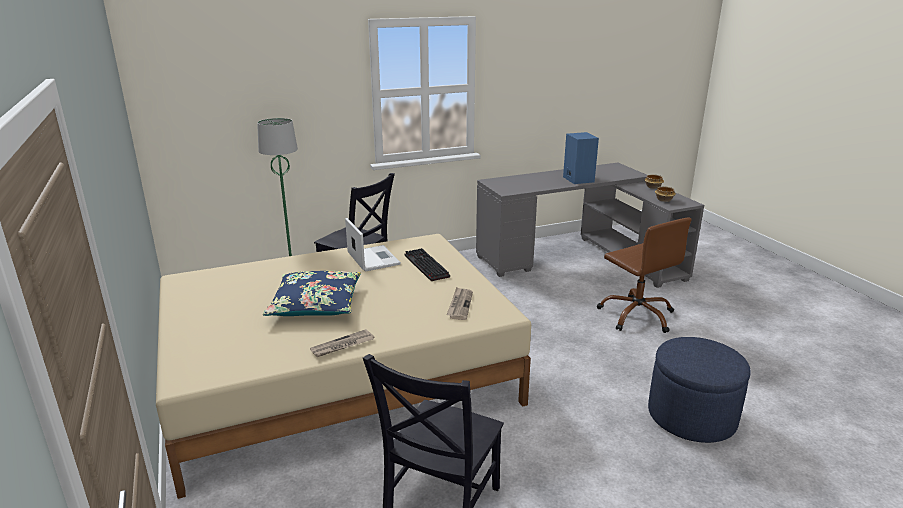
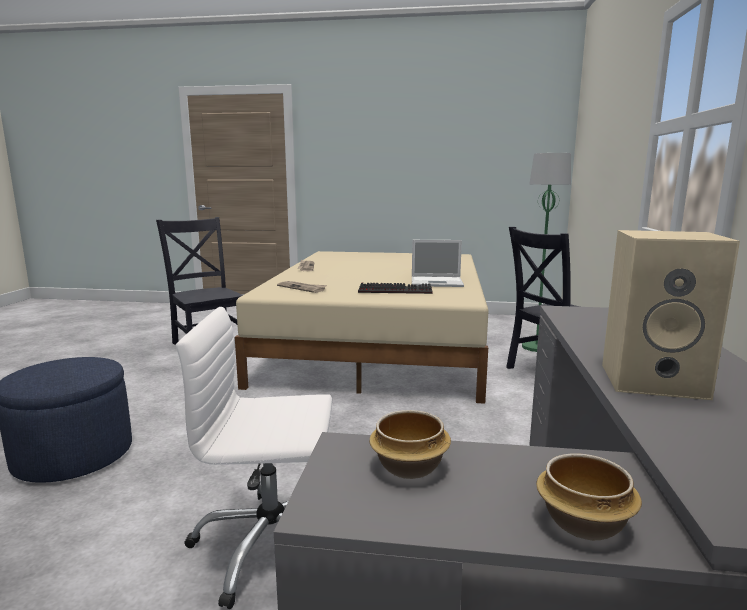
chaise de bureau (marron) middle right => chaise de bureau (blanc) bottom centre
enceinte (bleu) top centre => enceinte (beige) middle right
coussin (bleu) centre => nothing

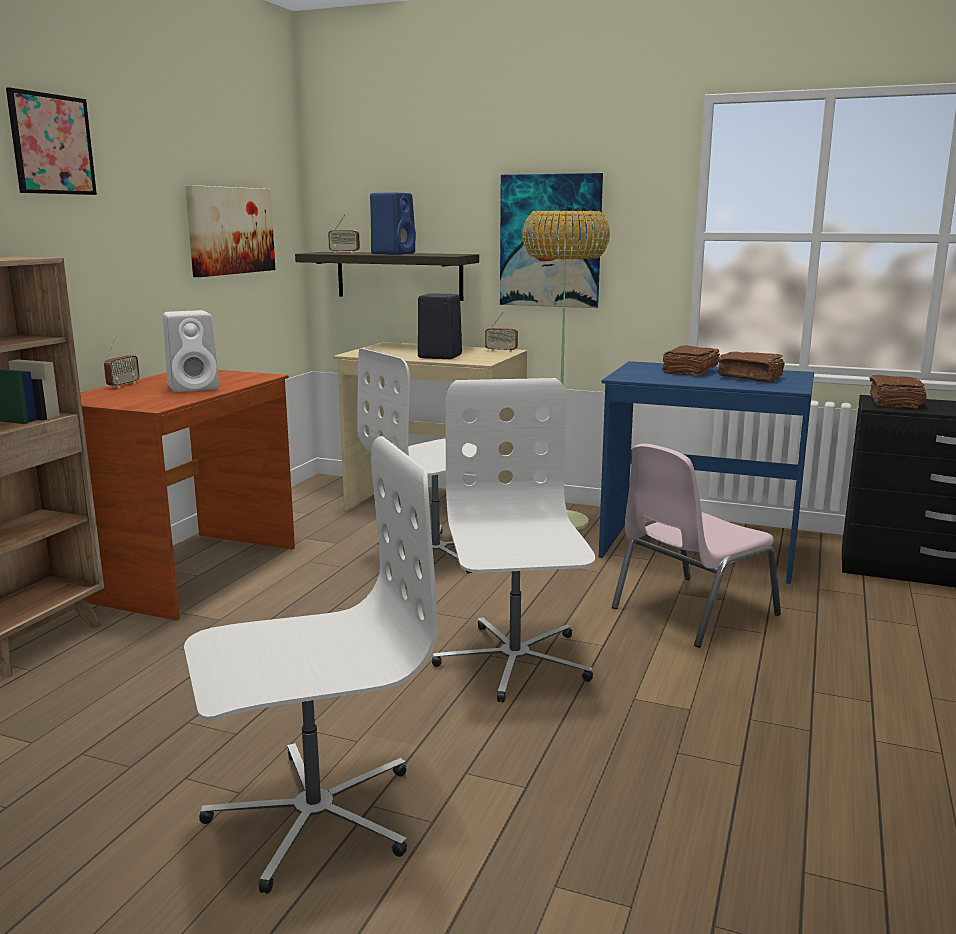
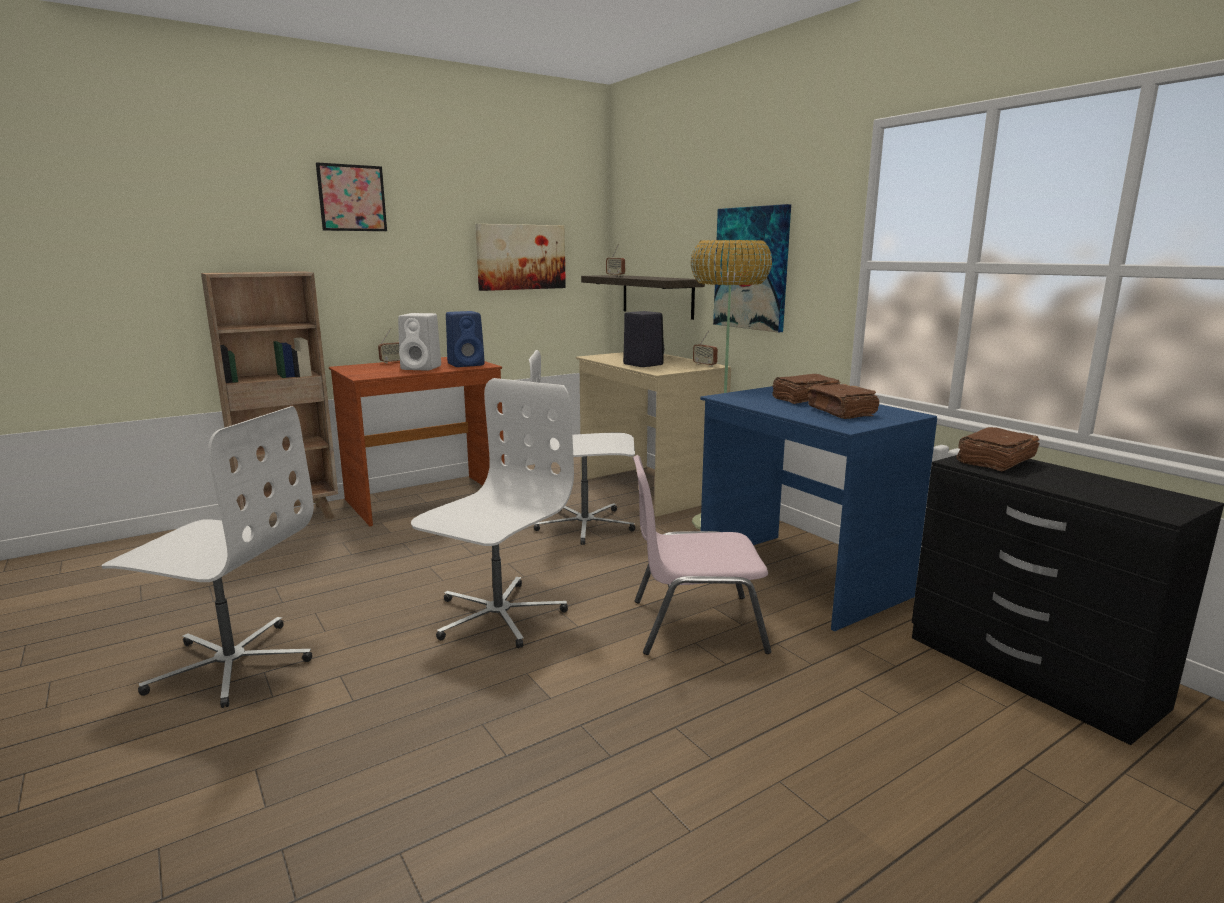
enceinte (bleu) top centre => enceinte (bleu) centre, shifted

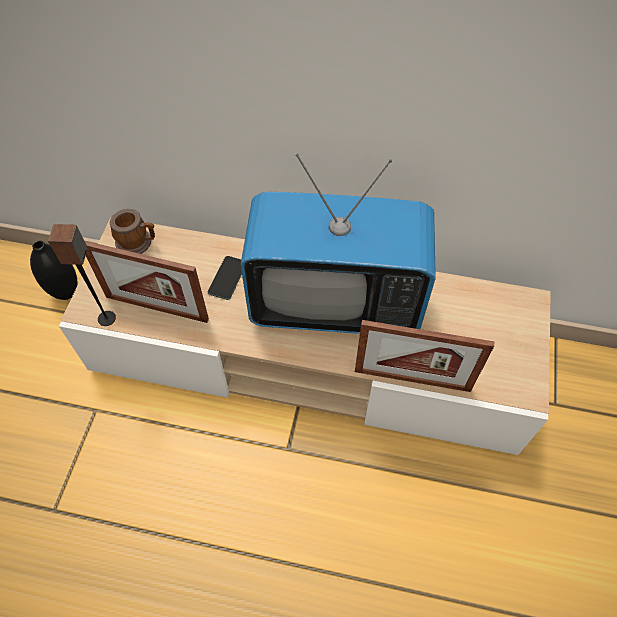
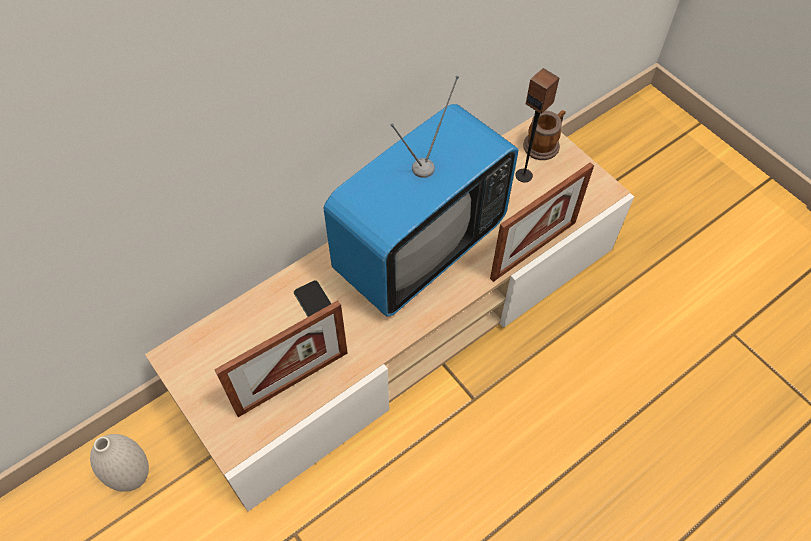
vase (noir) middle left => vase (blanc) bottom left
enceinte middle left => enceinte top centre, shifted
mug middle left => mug top right, shifted

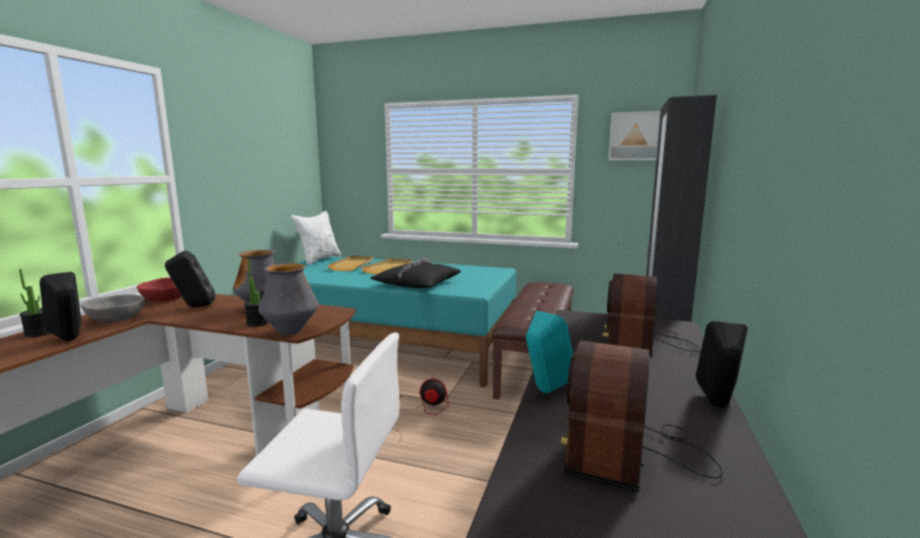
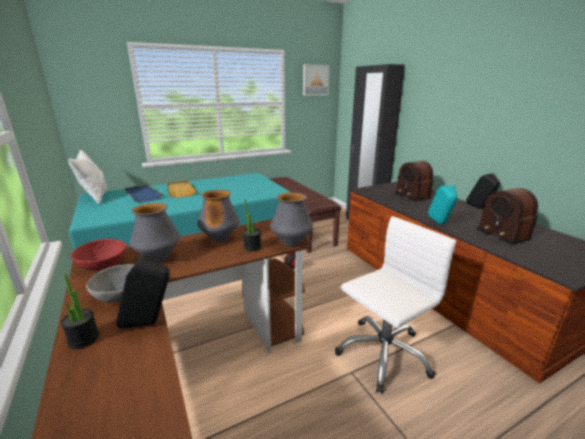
plateau (beige) (no. 1 from left) centre => plateau (bleu) middle left
enceinte (noir) (no. 2 from left) middle left => vase (no. 1 from left) middle left
coussin (noir) centre => nothing

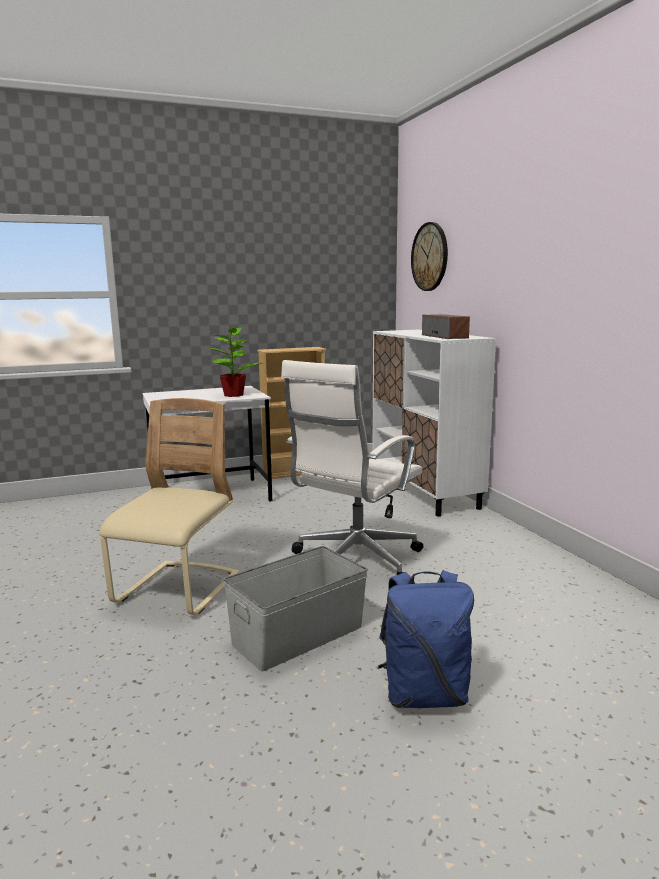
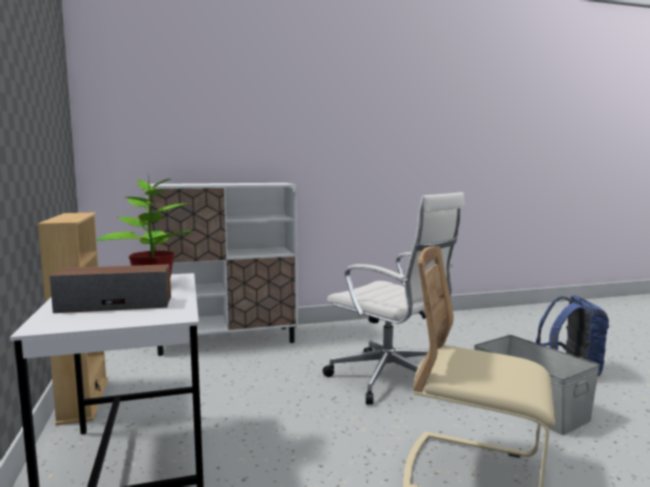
enceinte middle right => enceinte middle left, shifted
horloge murale top centre => nothing

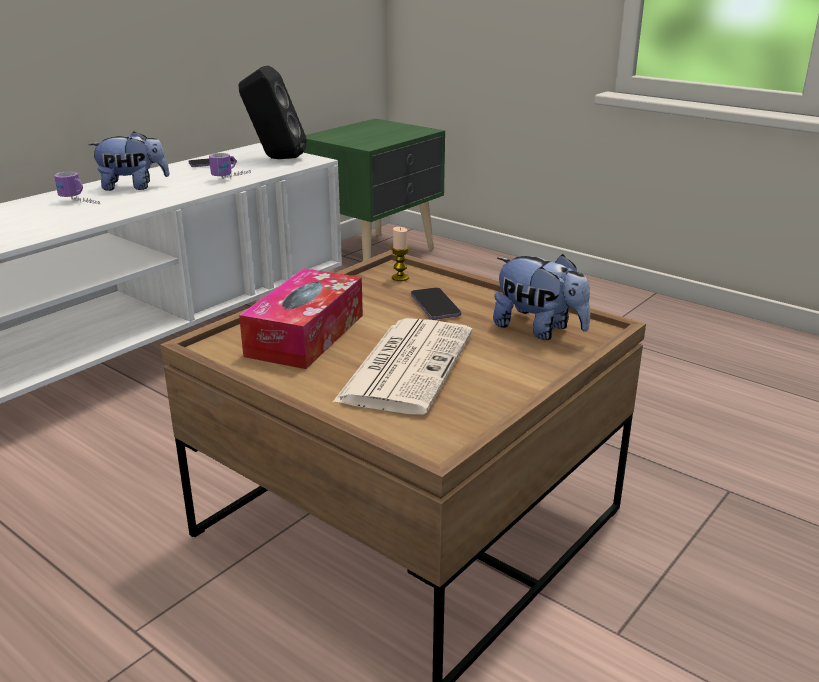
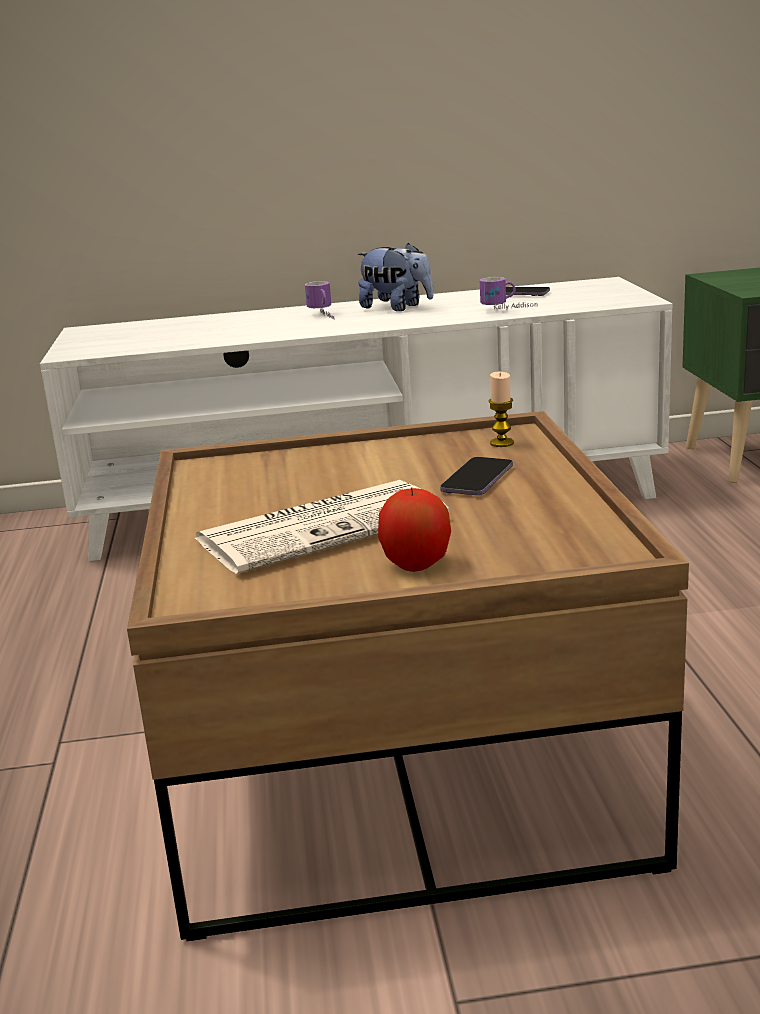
nothing => pomme centre
enceinte (noir) top left => nothing
boîte à mouchoirs centre => nothing
peluche (no. 2 from left) centre => nothing

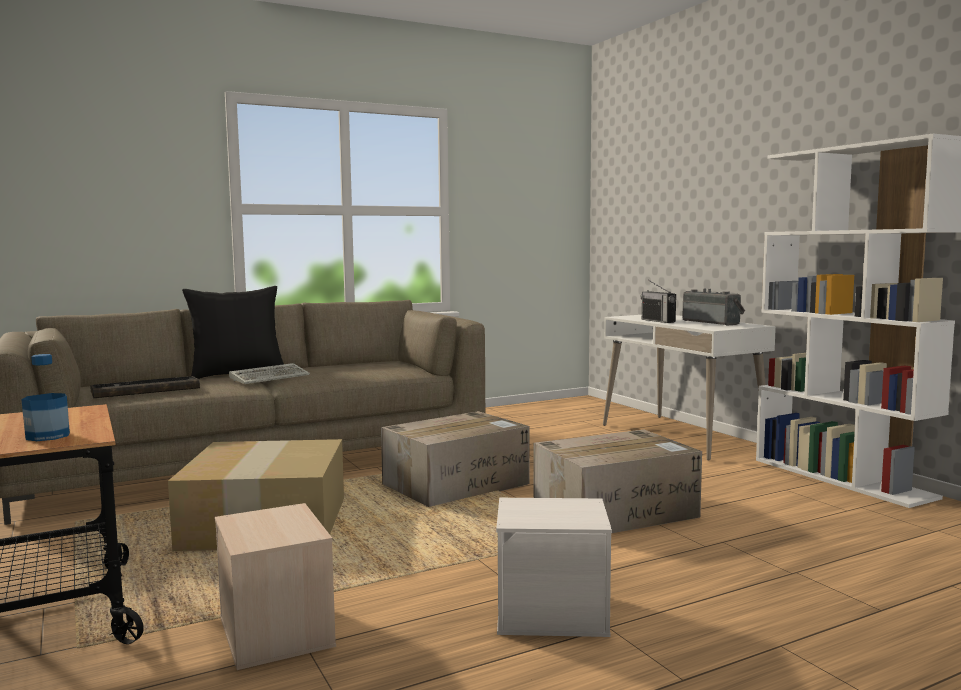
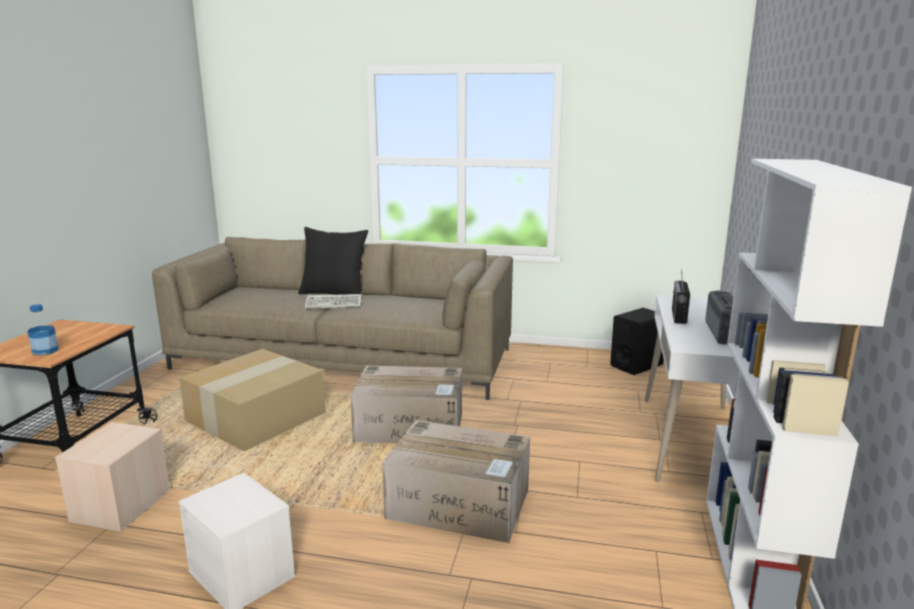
nothing => enceinte (noir) middle right
clavier (no. 1 from left) middle left => nothing

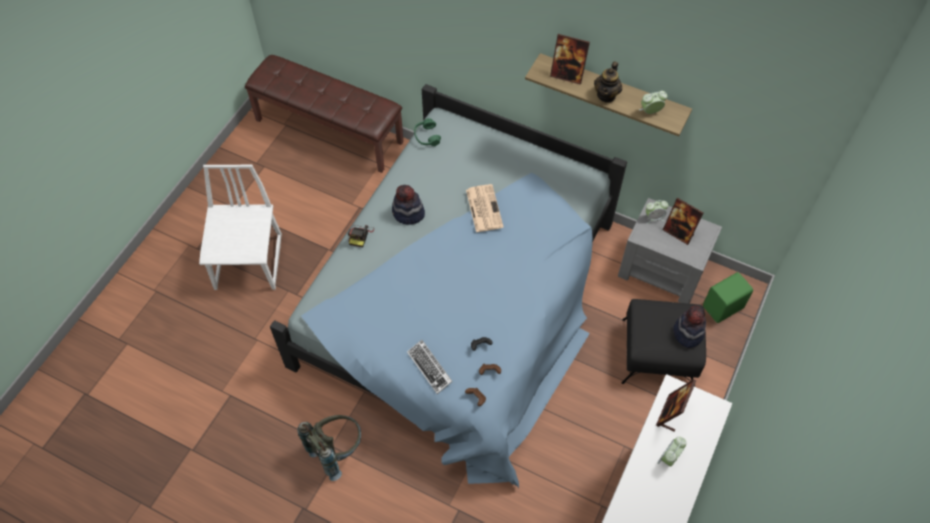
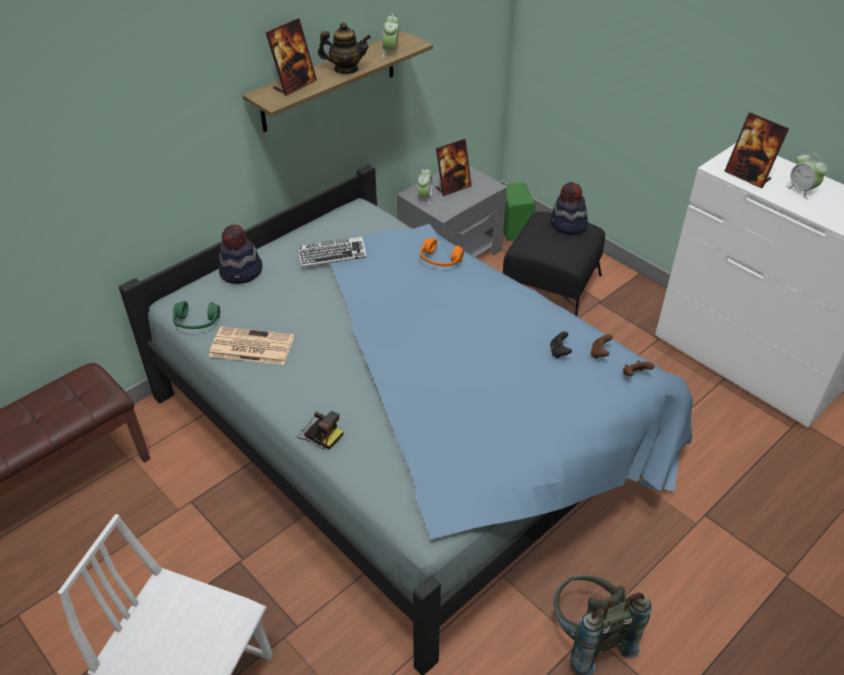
journal centre => journal middle left, shifted
chapeau (no. 1 from left) centre => chapeau (no. 1 from left) middle left, shifted
clavier bottom centre => clavier centre, shifted
théière top centre, 45 degrees counterclockwise
nothing => casque audio (orange) centre

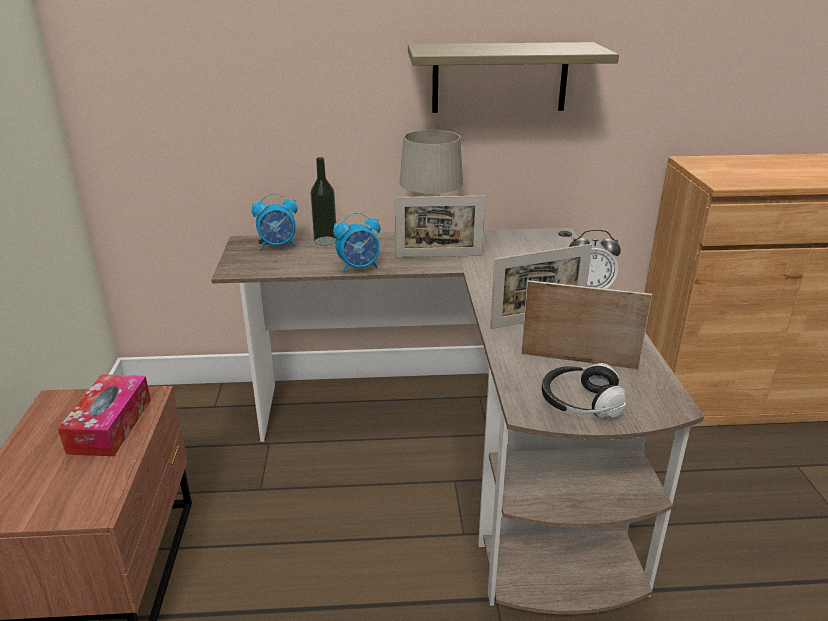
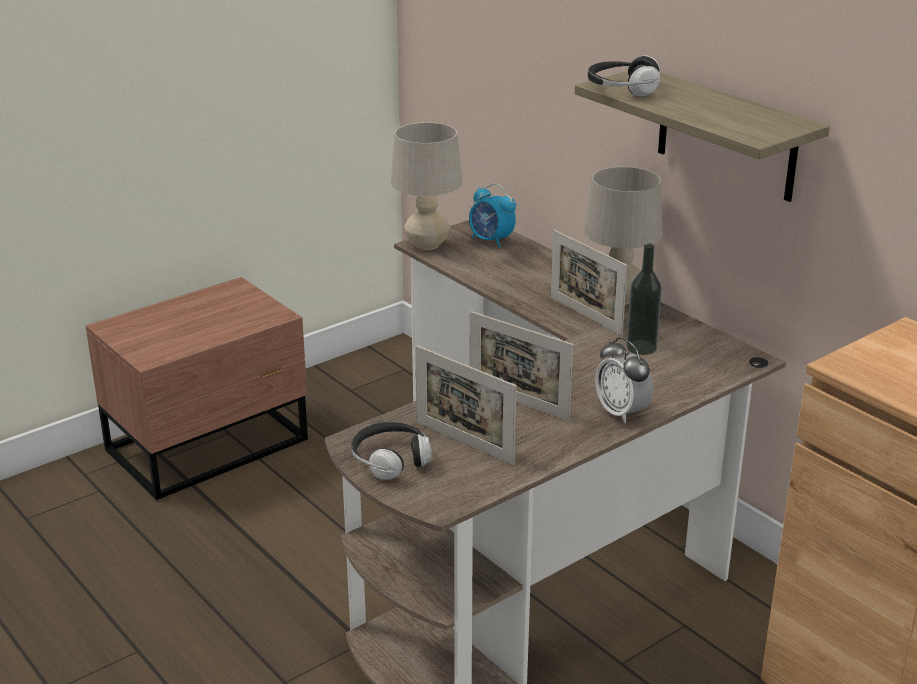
nothing => lampe de table (beige) (no. 1 from left) top centre
cadre photo (no. 3 from left in the first image) middle right => cadre photo (no. 1 from left) centre, 150 degrees clockwise
nothing => casque audio (no. 2 from left) top right
bouteille top centre => bouteille middle right, shifted
boîte à mouchoirs bottom left => nothing
réveil (no. 2 from left) centre => nothing

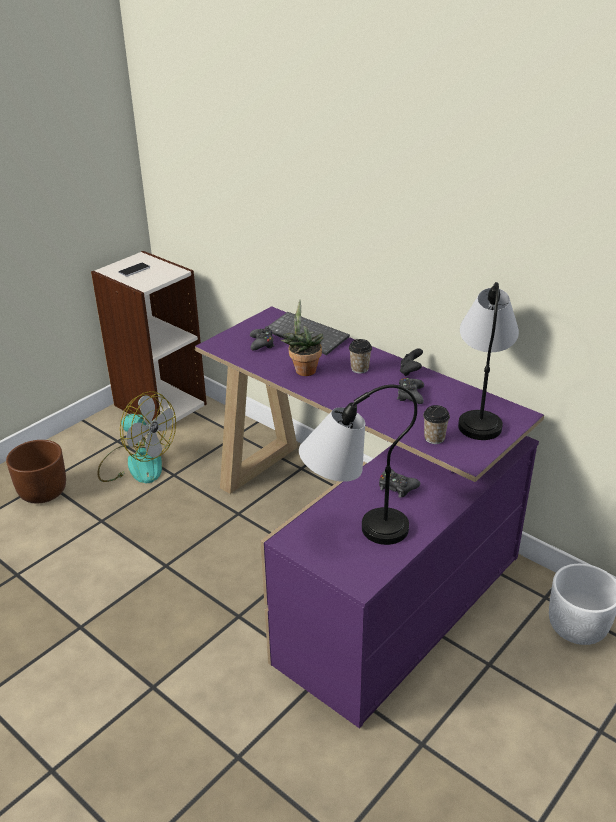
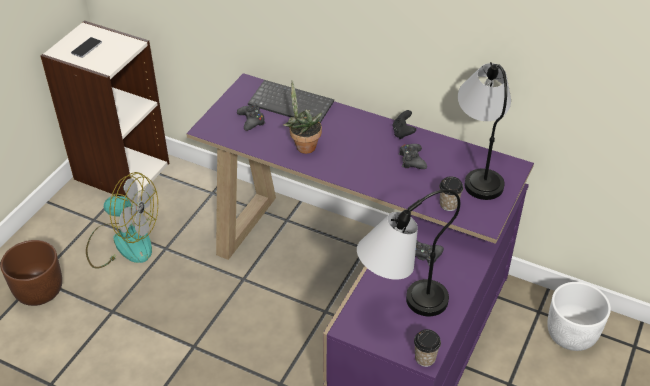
tasse (no. 1 from left) centre => tasse (no. 1 from left) bottom centre, shifted

